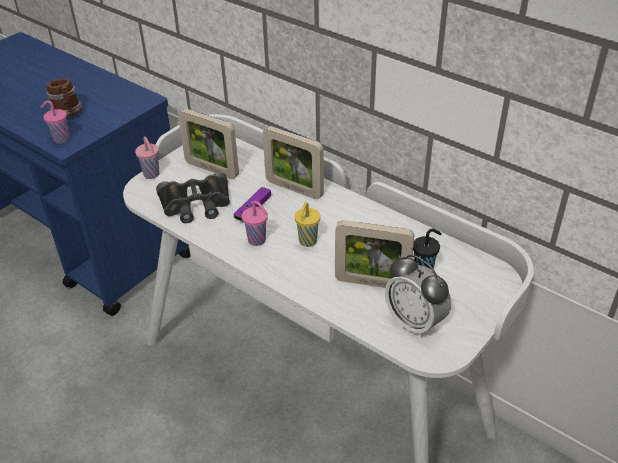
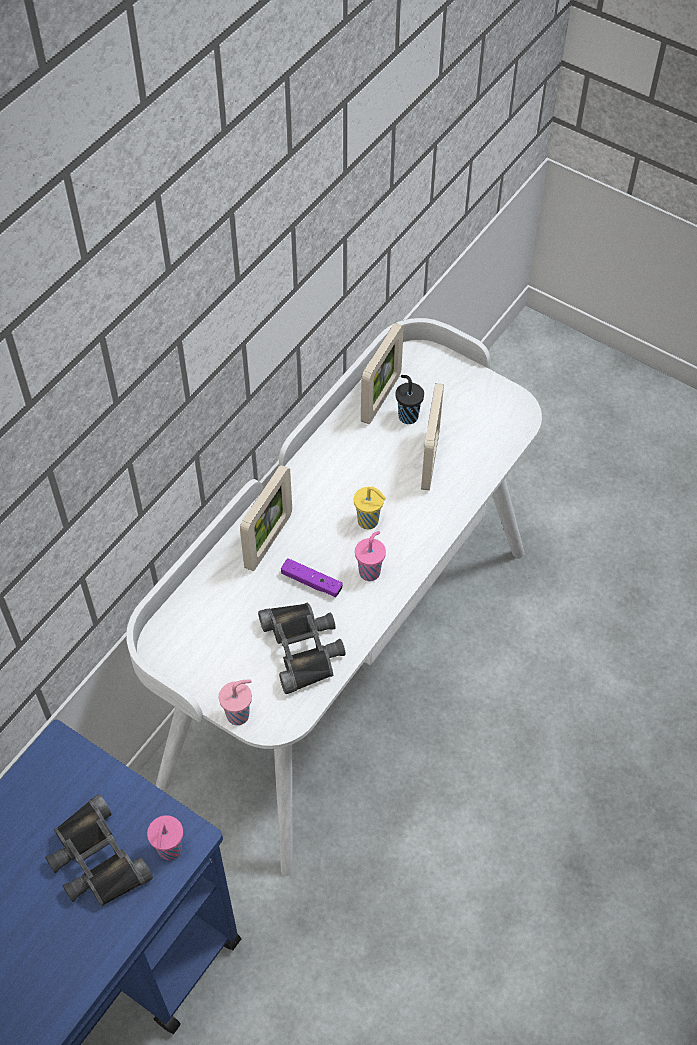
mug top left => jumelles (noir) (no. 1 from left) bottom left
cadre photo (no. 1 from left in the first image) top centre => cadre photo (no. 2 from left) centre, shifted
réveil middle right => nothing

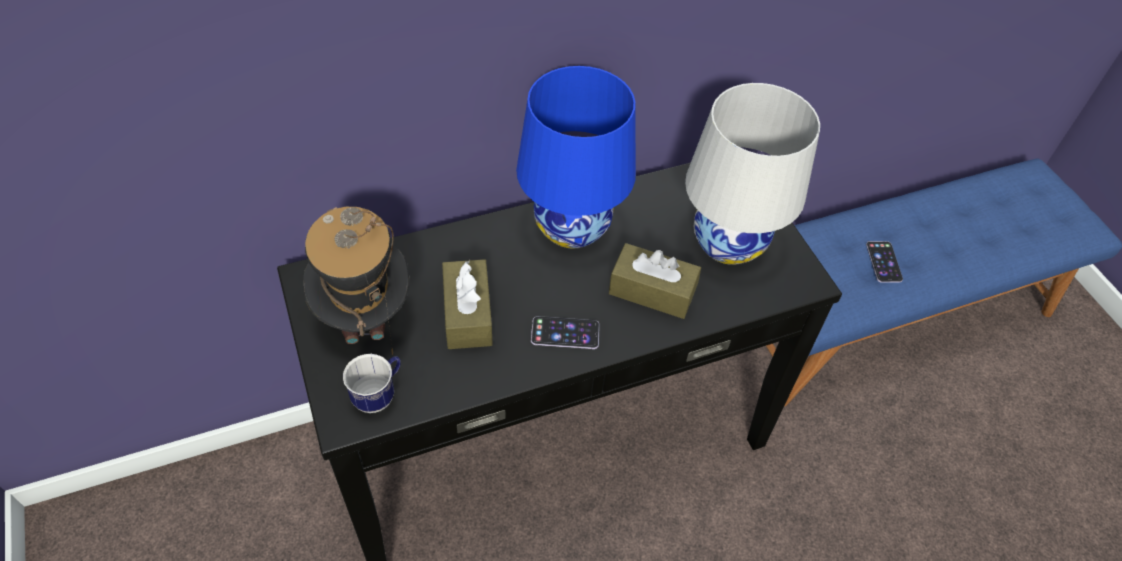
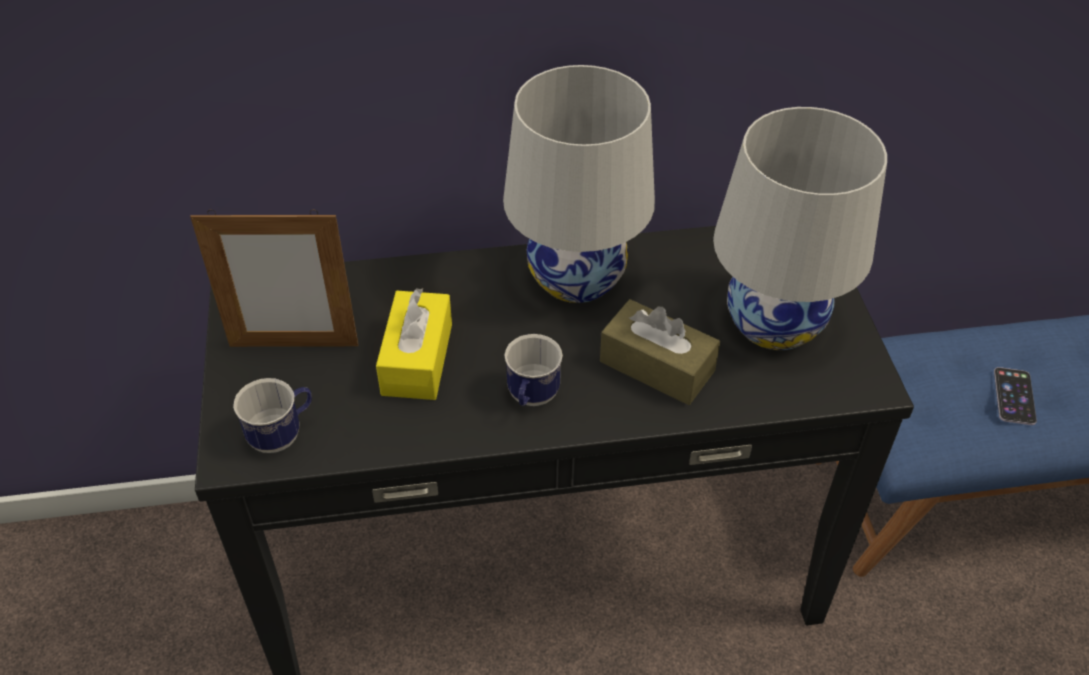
chapeau middle left => cadre photo middle left
boîte à mouchoirs (marron) (no. 1 from left) centre => boîte à mouchoirs (jaune) centre
lampe de table (bleu) top centre => lampe de table (blanc) (no. 1 from left) top centre
téléphone (no. 1 from left) centre => mug (no. 2 from left) centre

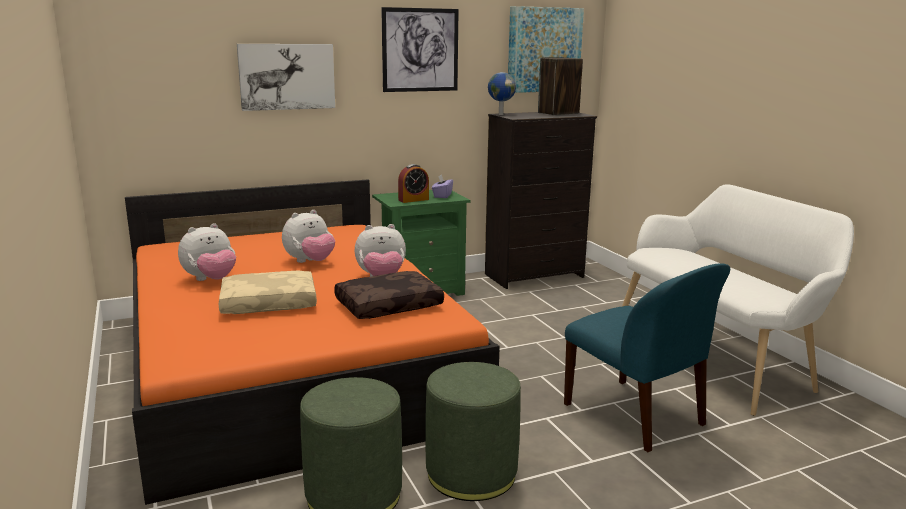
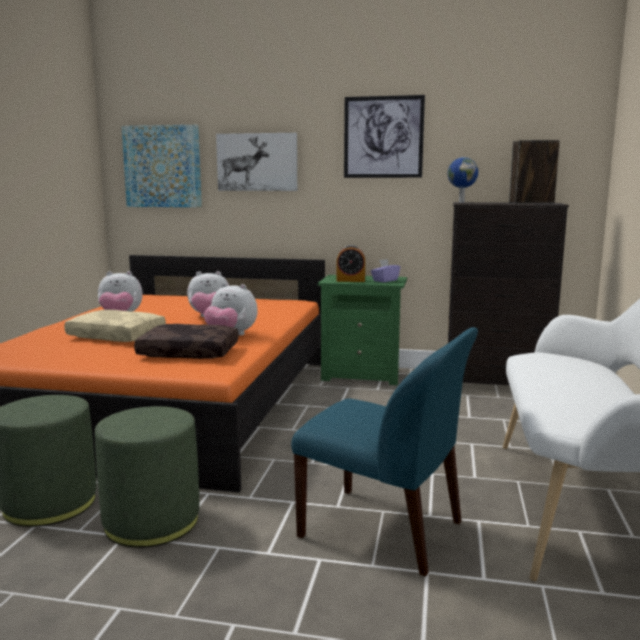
tableau (no. 3 from left in the first image) top centre => tableau (no. 1 from left) top left, shifted
chaise (bleu) bottom right => chaise (bleu) bottom centre, 60 degrees counterclockwise

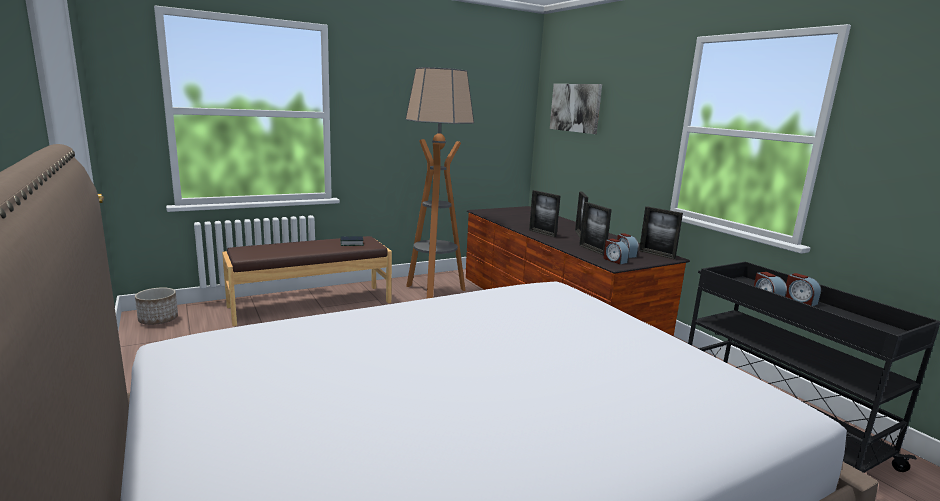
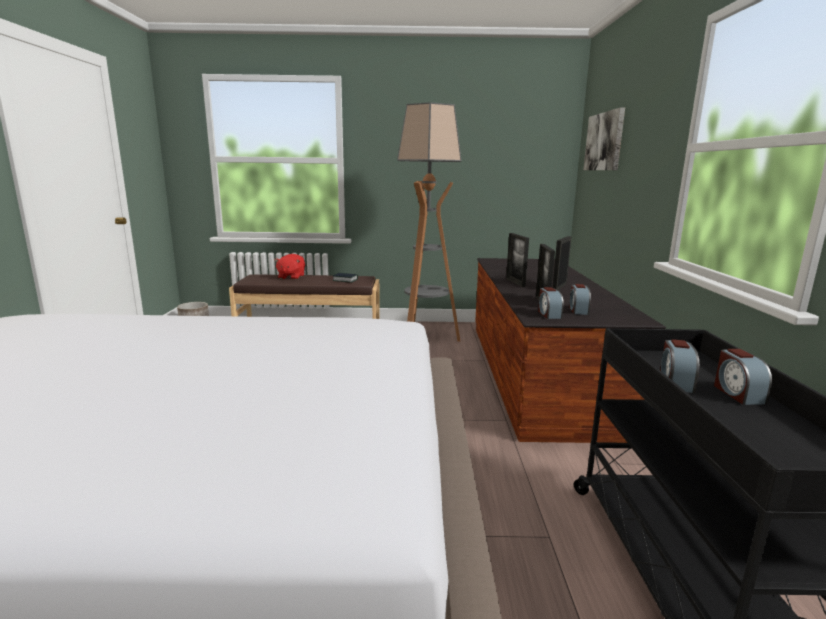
nothing => peluche (rouge) centre
cadre photo (no. 4 from left) middle right => nothing

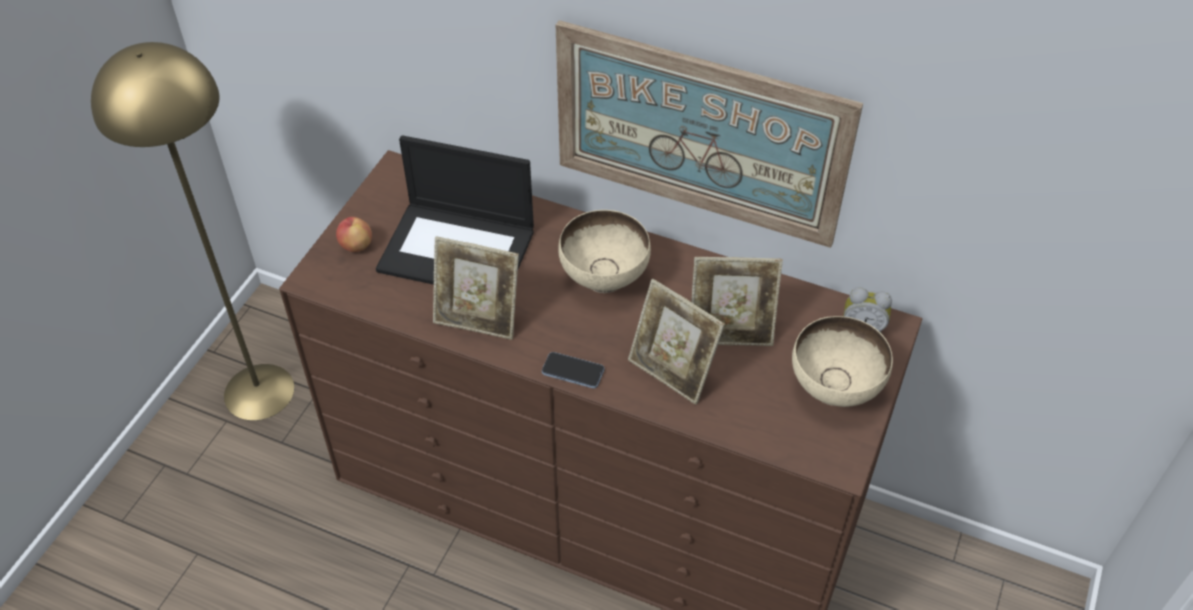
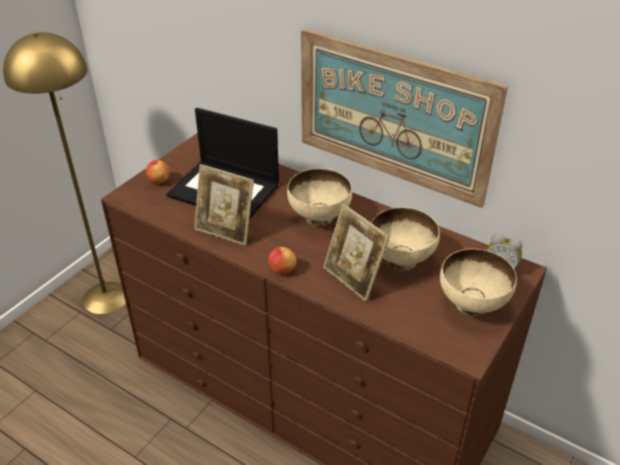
téléphone centre => pomme (no. 2 from left) centre
cadre photo (no. 3 from left) centre => bol (beige) (no. 2 from left) centre

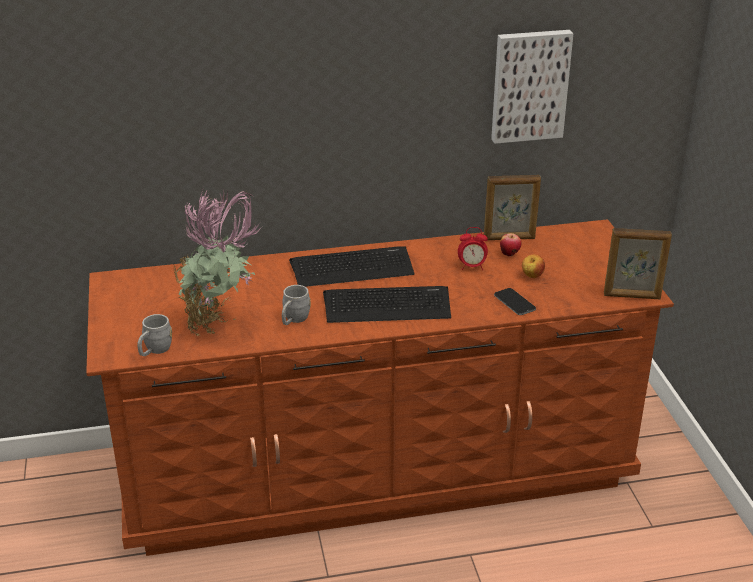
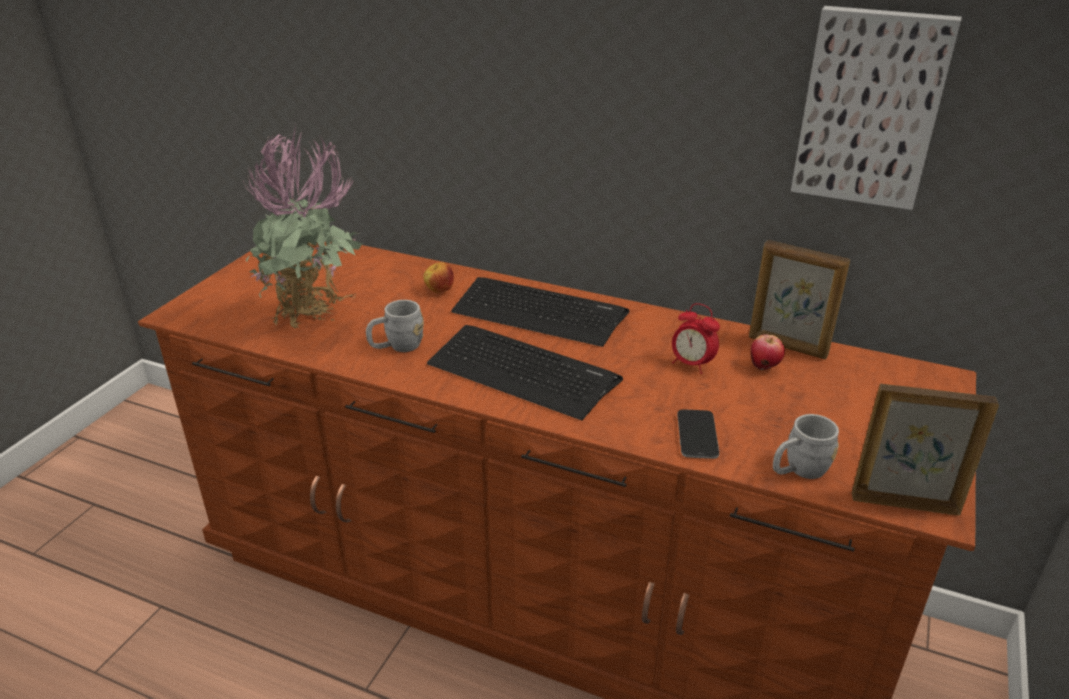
pomme (no. 2 from left in the first image) middle right => pomme (no. 1 from left) centre, shifted
mug (gris) (no. 1 from left in the first image) middle left => mug (gris) (no. 2 from left) middle right, shifted
cadre photo (no. 2 from left) middle right, 150 degrees clockwise

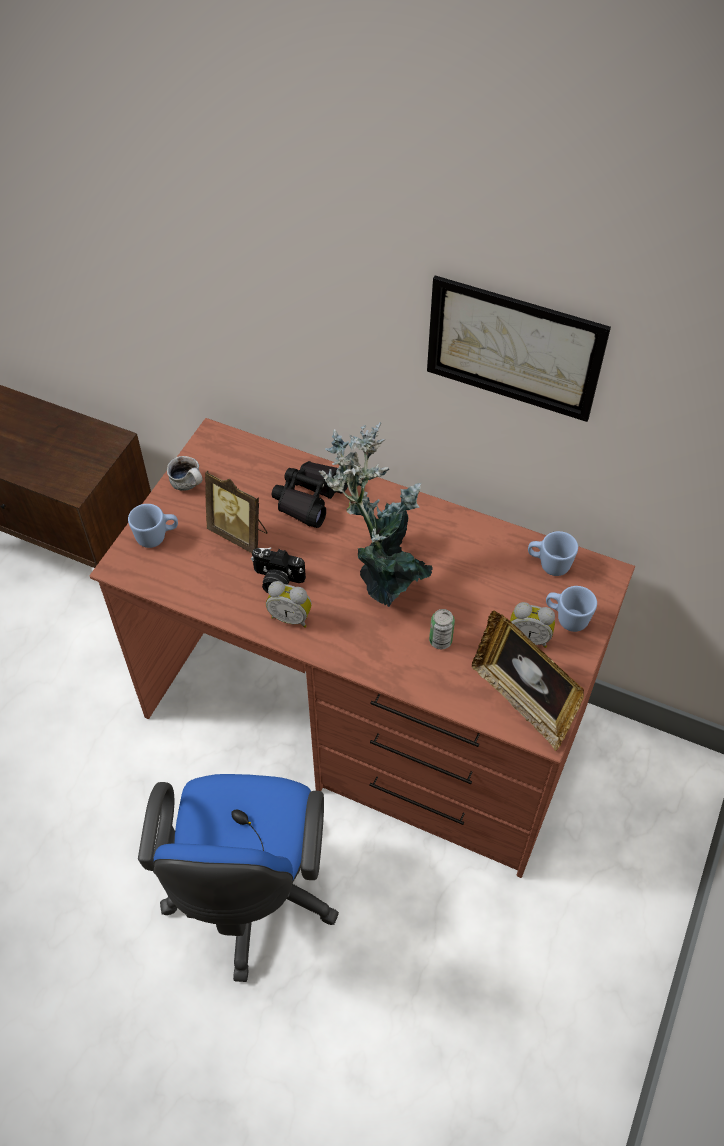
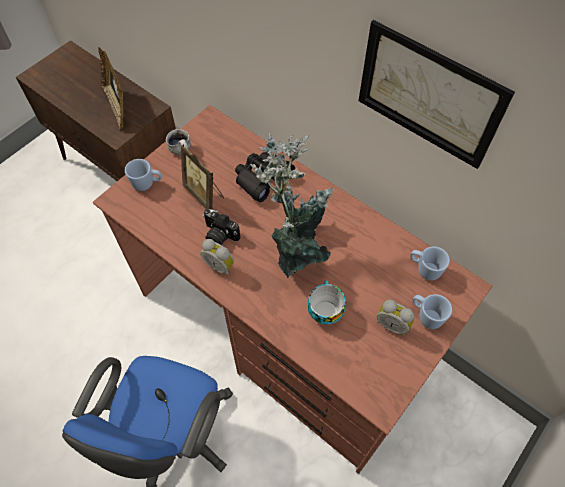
cadre photo (no. 2 from left in the first image) middle right => cadre photo (no. 1 from left) top left, shifted
boîte métallique centre => tasse centre

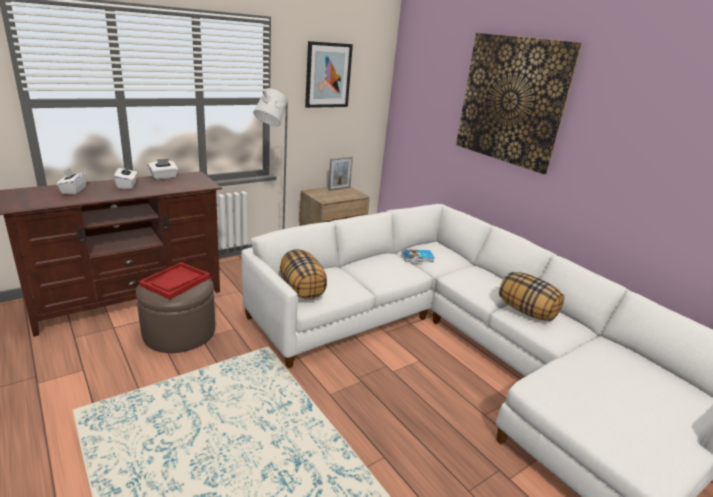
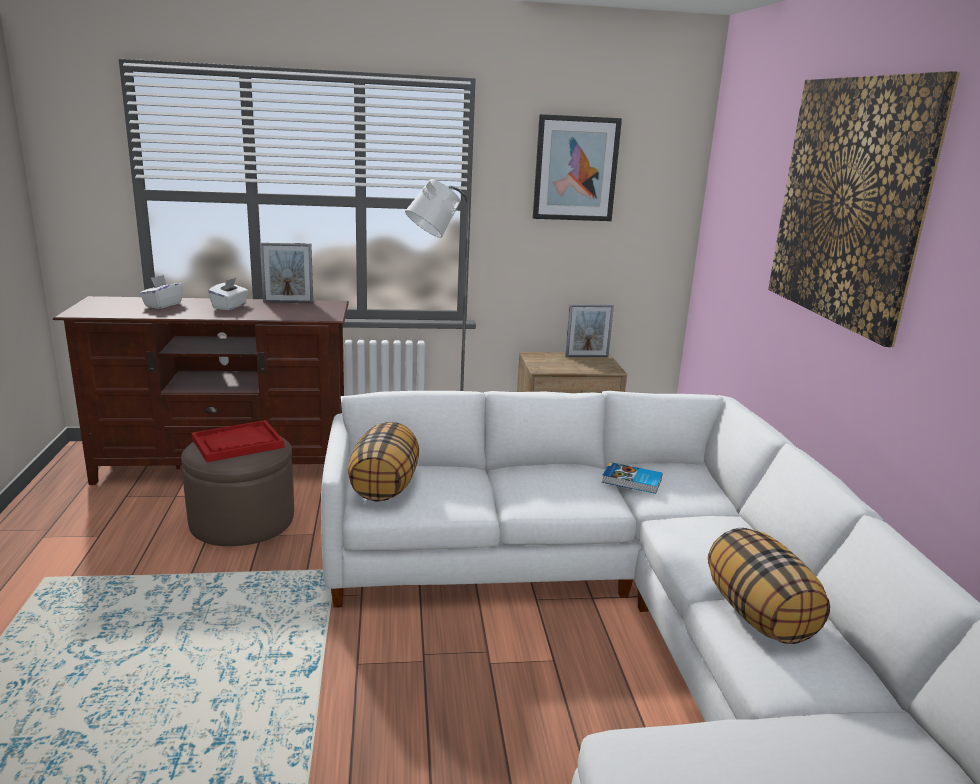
boîte à mouchoirs (blanc) (no. 3 from left) middle left => cadre photo (no. 1 from left) middle left

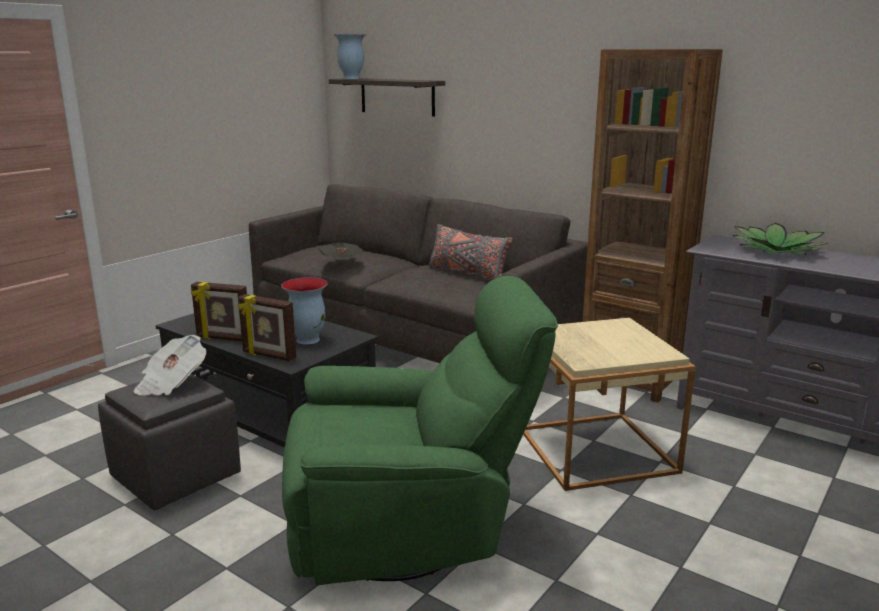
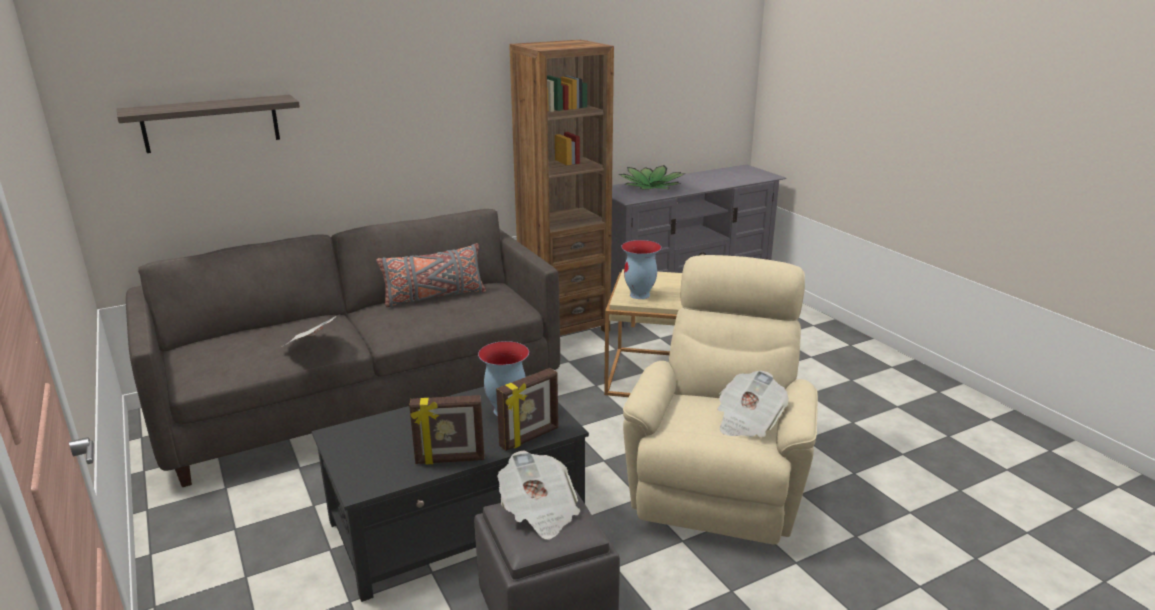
cadre photo (no. 1 from left) middle left => cadre photo (no. 1 from left) bottom centre, 45 degrees clockwise
vase (no. 2 from left) top centre => vase (no. 2 from left) centre, shifted
fauteuil (vert) bottom centre => fauteuil (beige) centre
nothing => journal (no. 3 from left) centre

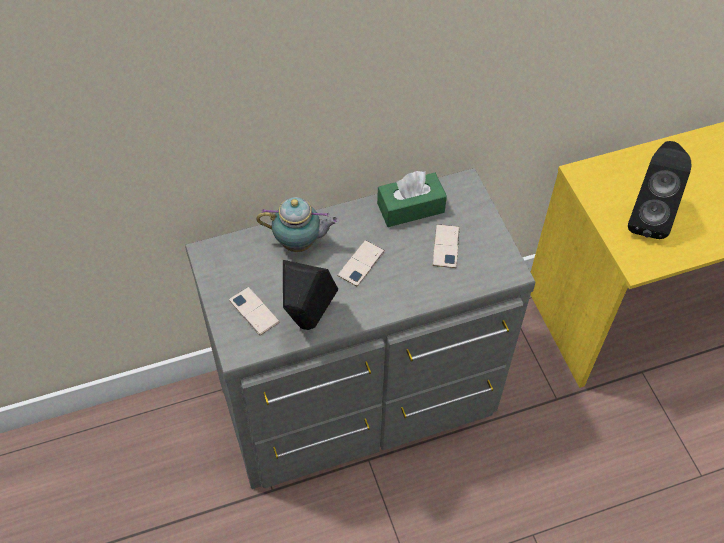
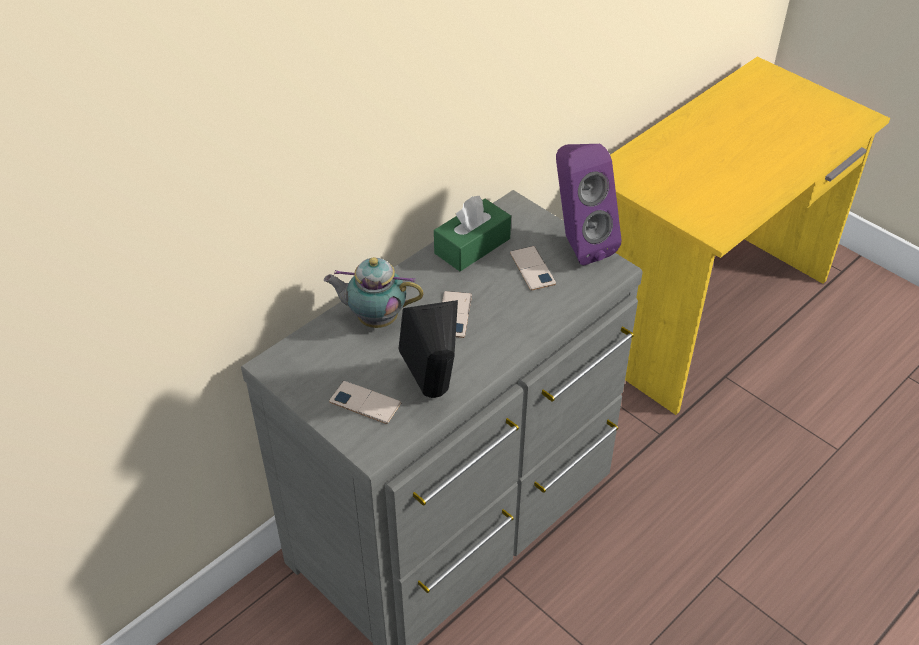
théière centre, 150 degrees counterclockwise
nothing => enceinte (violet) top centre
enceinte (noir) (no. 2 from left) middle right => nothing

